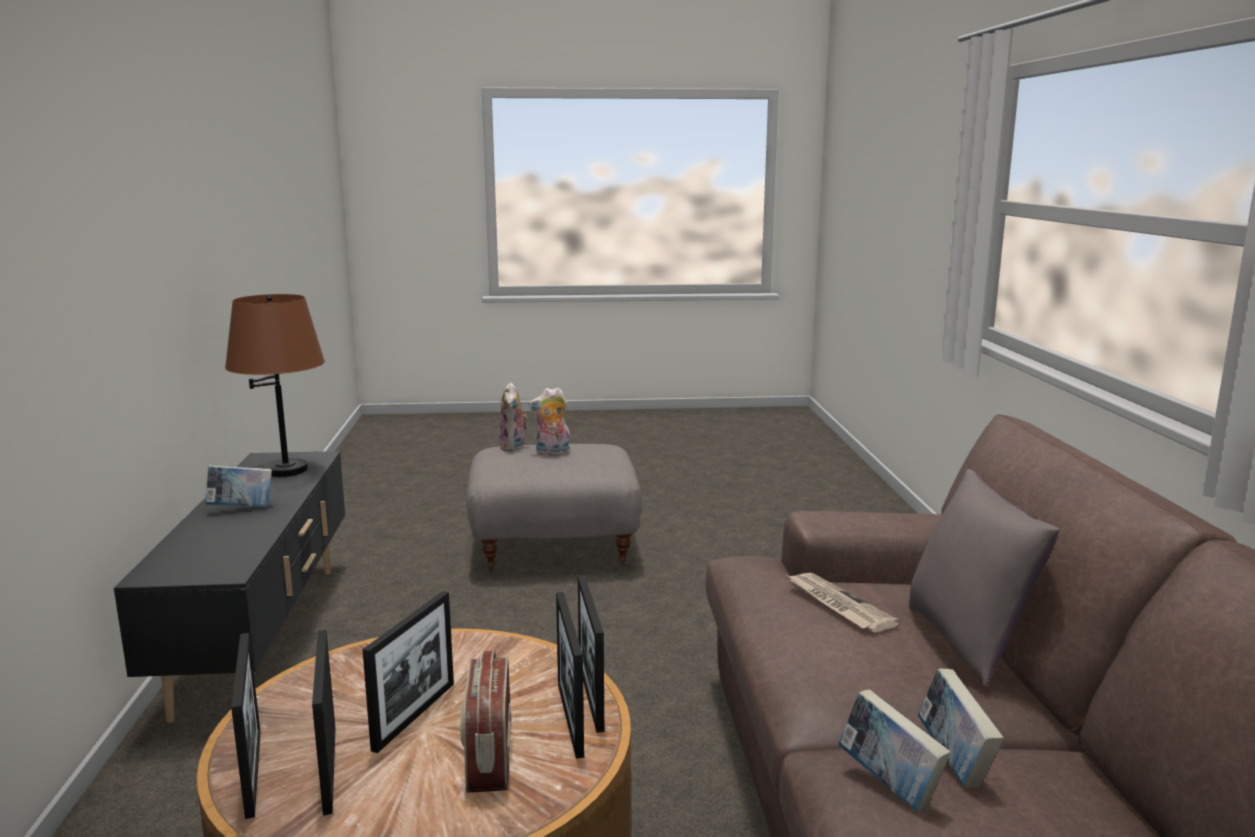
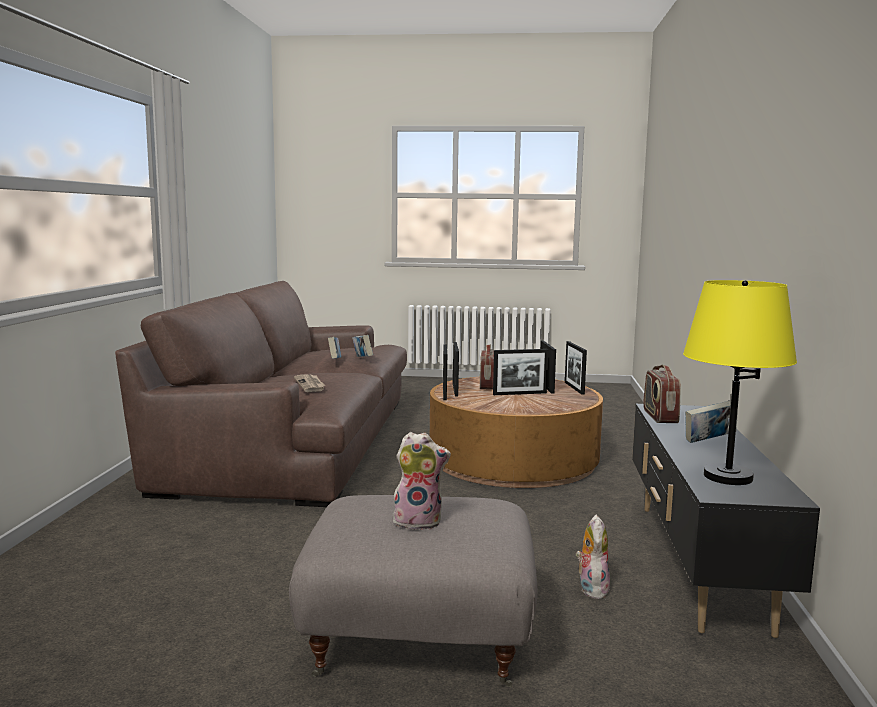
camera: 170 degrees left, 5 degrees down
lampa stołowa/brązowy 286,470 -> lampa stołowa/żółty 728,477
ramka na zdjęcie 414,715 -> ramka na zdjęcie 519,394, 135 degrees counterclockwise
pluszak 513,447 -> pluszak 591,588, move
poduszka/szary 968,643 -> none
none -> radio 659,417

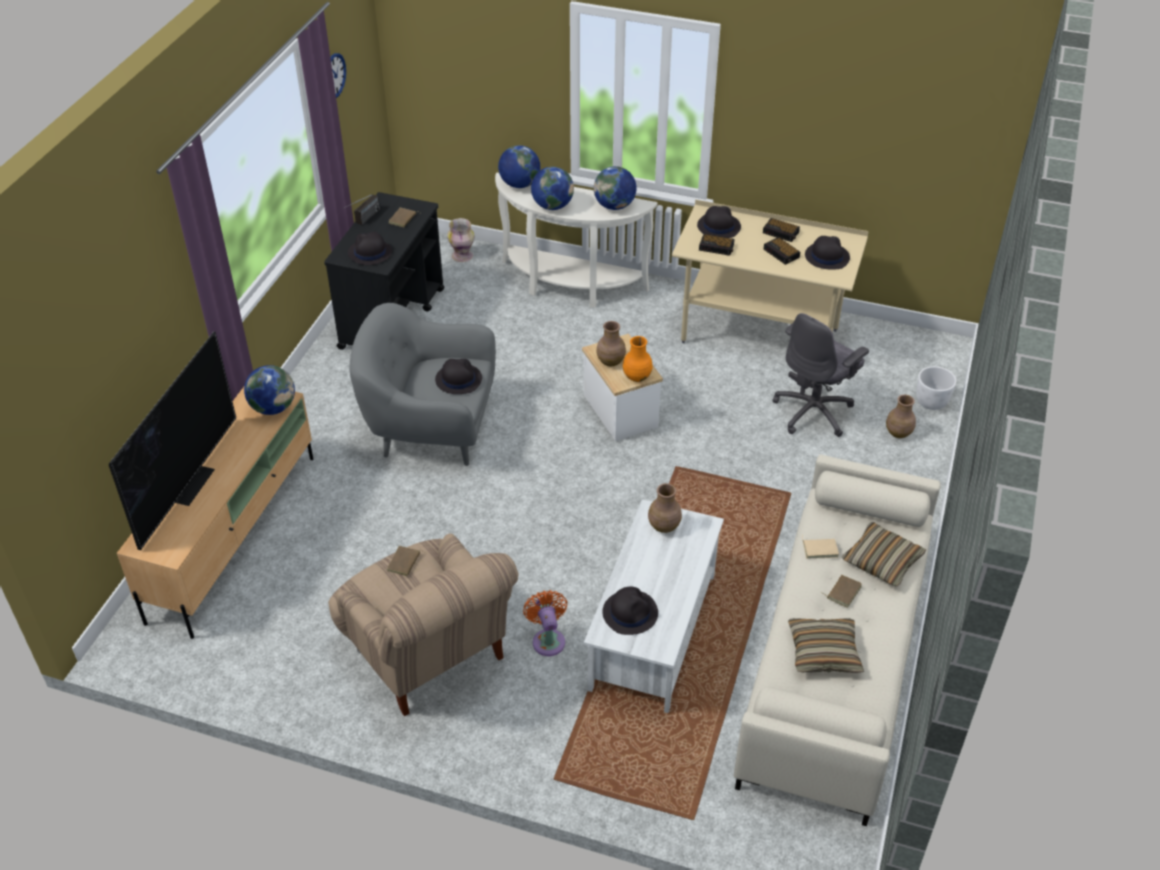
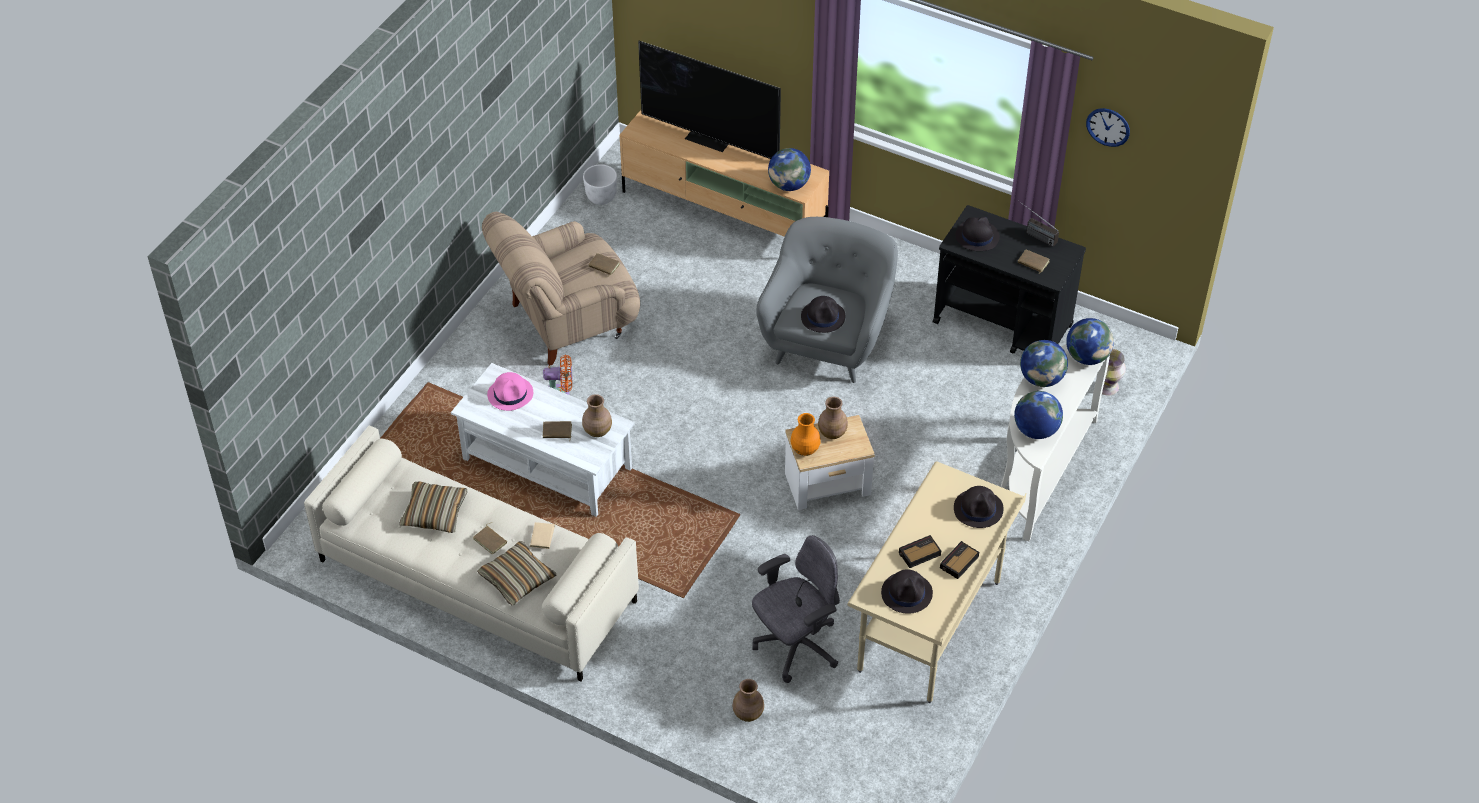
camera: 100 degrees right, 5 degrees up
kapelusz/czarny 630,612 -> kapelusz/różowy 510,394
budzik 717,247 -> none
krzesło biurowe/szary 814,412 -> krzesło biurowe/szary 796,647, 90 degrees clockwise
donica/biały 931,403 -> donica/biały 601,197, move
none -> książka/brązowy 557,432

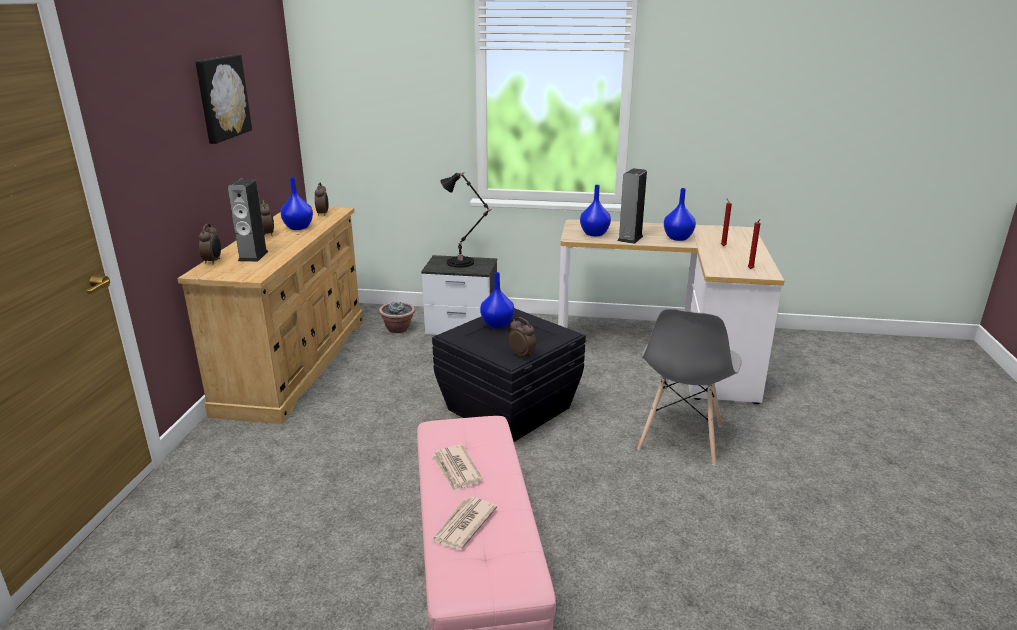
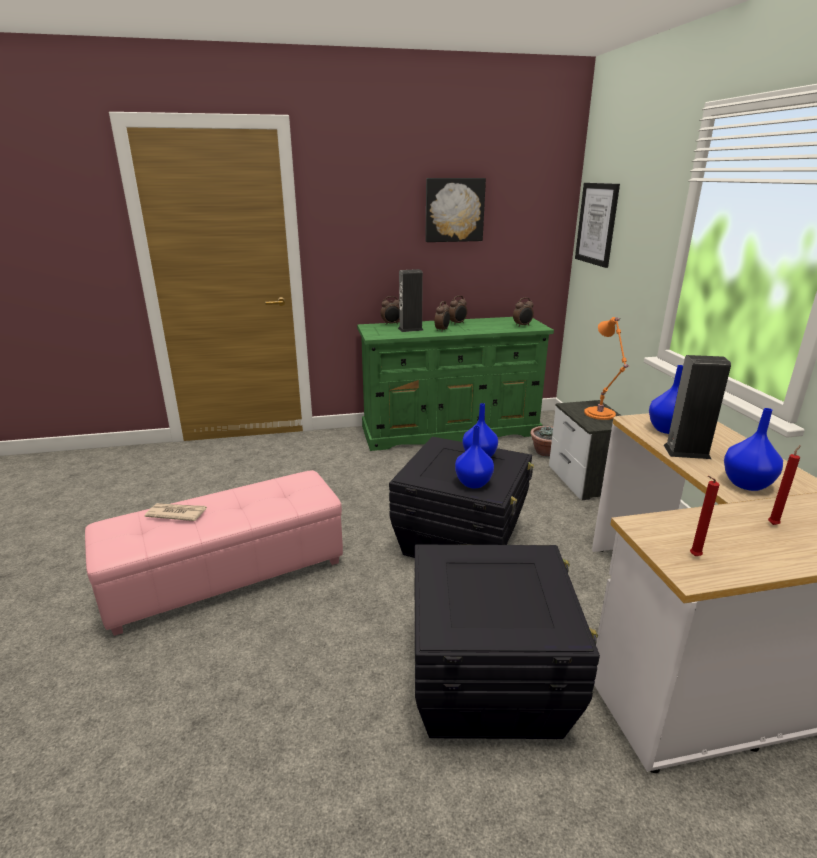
camera: 70 degrees right, 0 degrees up
komoda/beżowy 295,362 -> komoda/zielony 451,430
wazon/niebieski 299,227 -> wazon/niebieski 473,483, move
gazeta 456,470 -> none
lampa stołowa/czarny 463,262 -> lampa stołowa/pomarańczowy 600,414
budzik 522,354 -> budzik 442,330, move
krzesło/szary 680,438 -> pojemnik do przechowywania/czarny 489,681
none -> obraz 597,224

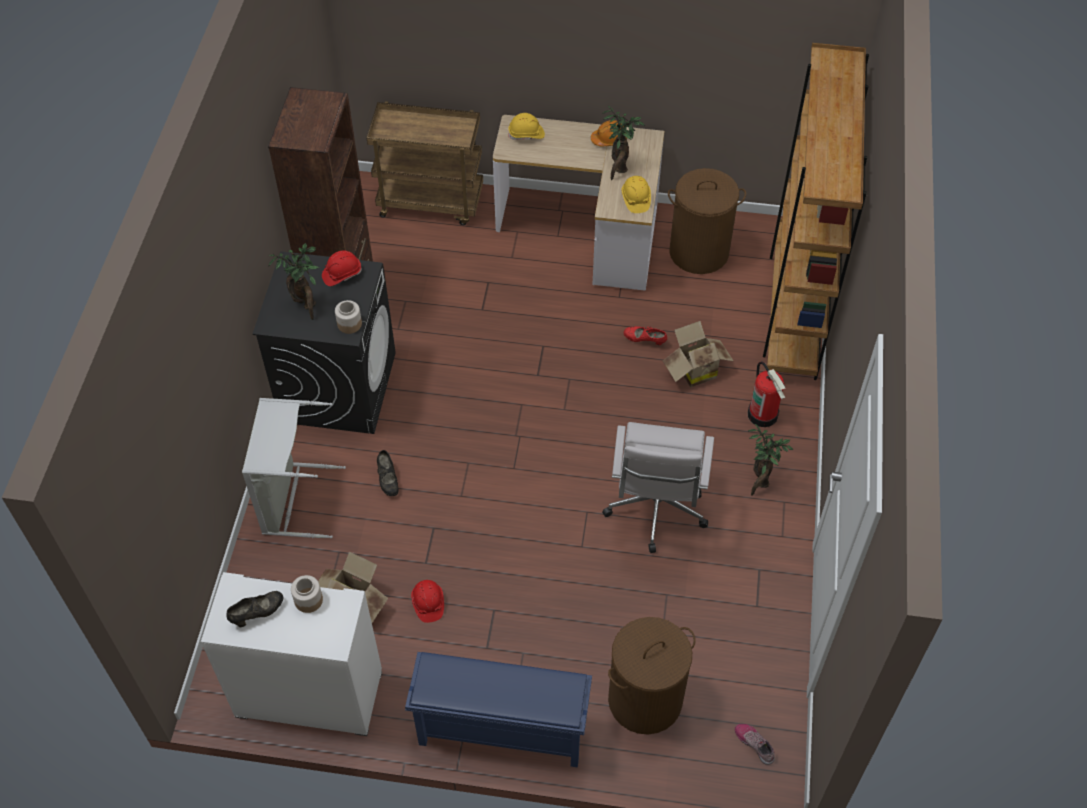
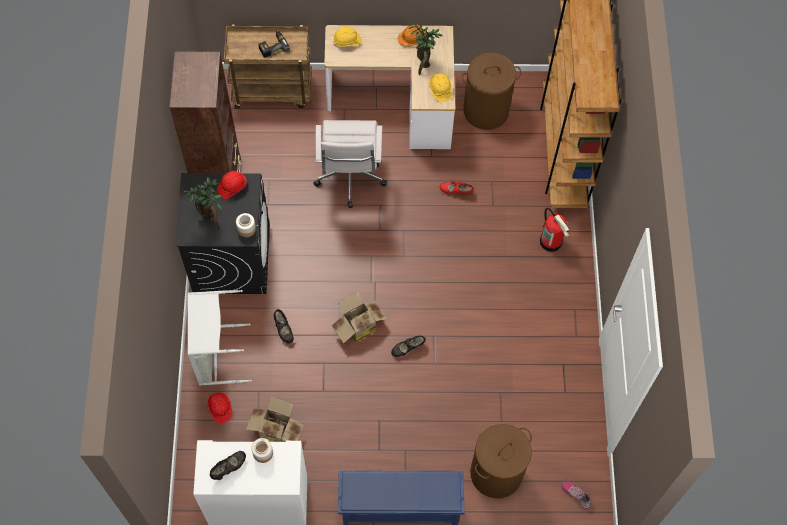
camera: 10 degrees left, 10 degrees up
kask/czerwony 428,604 -> kask/czerwony 220,409, move
krzesło biurowe/biały 655,512 -> krzesło biurowe/biały 350,179, move
karton 694,370 -> karton 357,326, move
roślina doniczkowa 760,480 -> none
none -> wiertarka 272,46
none -> but/czarny 407,348

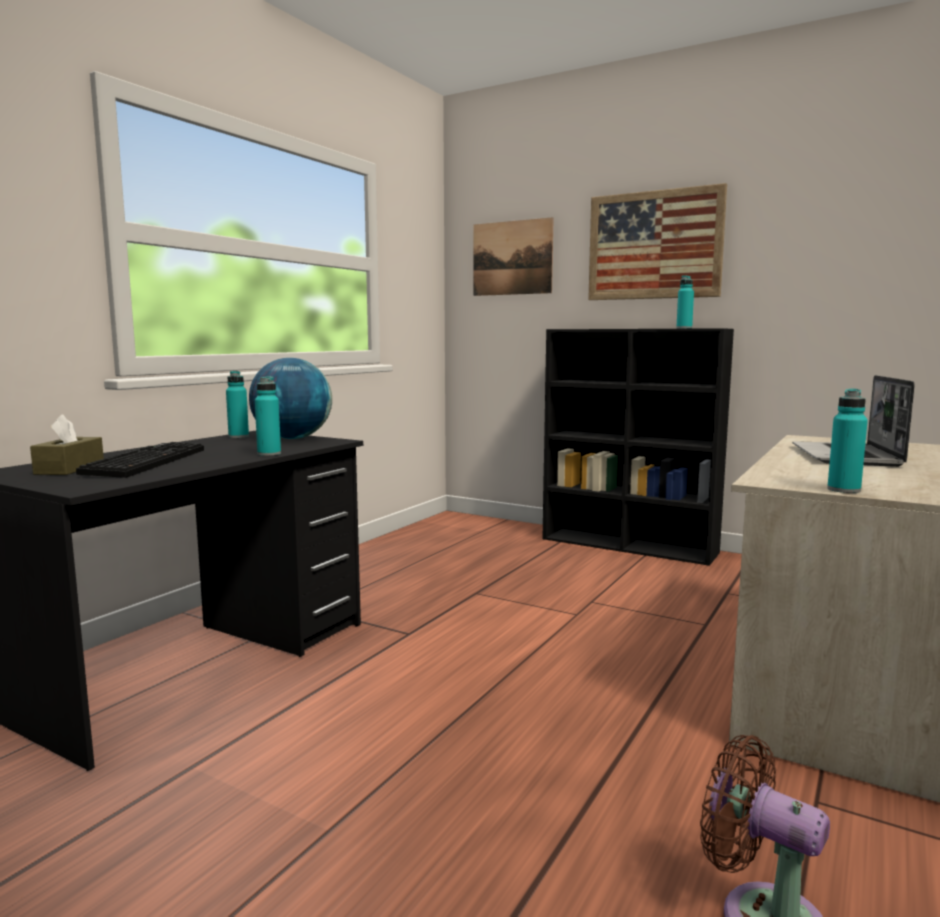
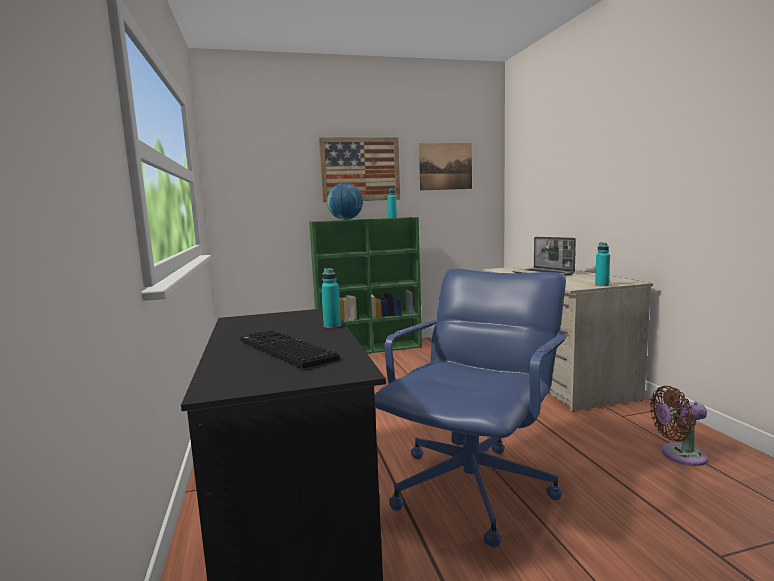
camera: 45 degrees left, 0 degrees up
pudełko chusteczek/brązowy 70,468 -> none
butelka/turkusowy 238,436 -> none
globus 292,438 -> globus 346,219, move
obraz 512,258 -> obraz 445,166, move
regał/czarny 630,546 -> regał/zielony 370,349
none -> krzesło biurowe/niebieski 473,488

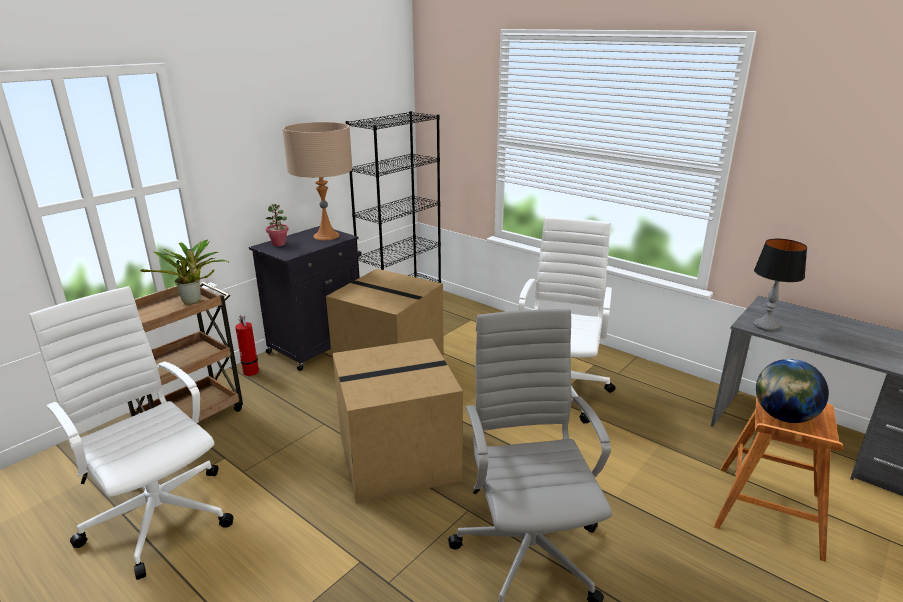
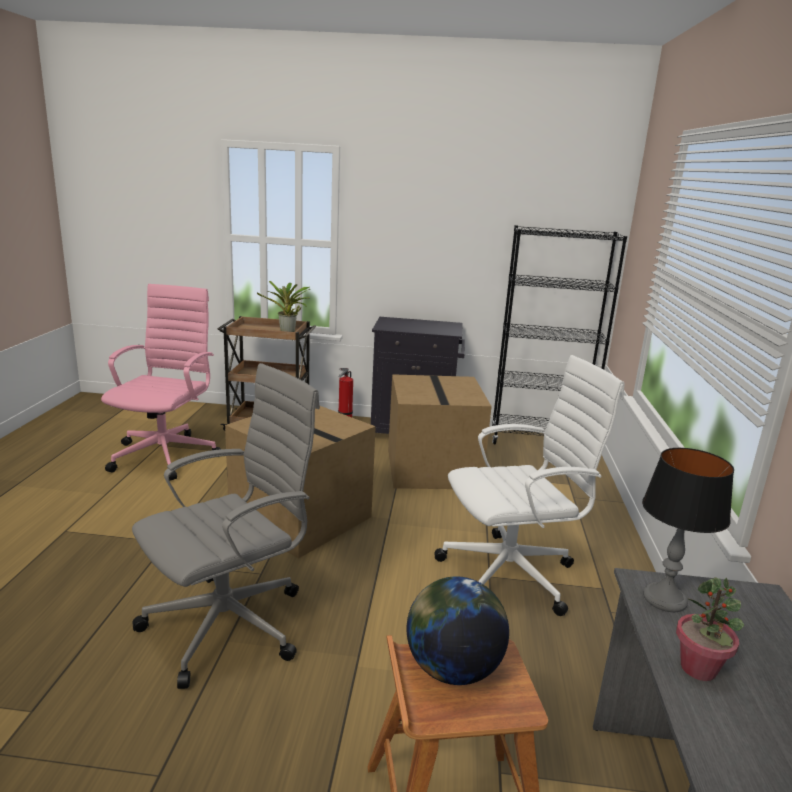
camera: 55 degrees right, 5 degrees down
krzesło biurowe/biały 158,514 -> krzesło biurowe/różowy 166,455
roślina doniczkowa 279,244 -> roślina doniczkowa 698,668, move
lampa stołowa/beżowy 326,236 -> none

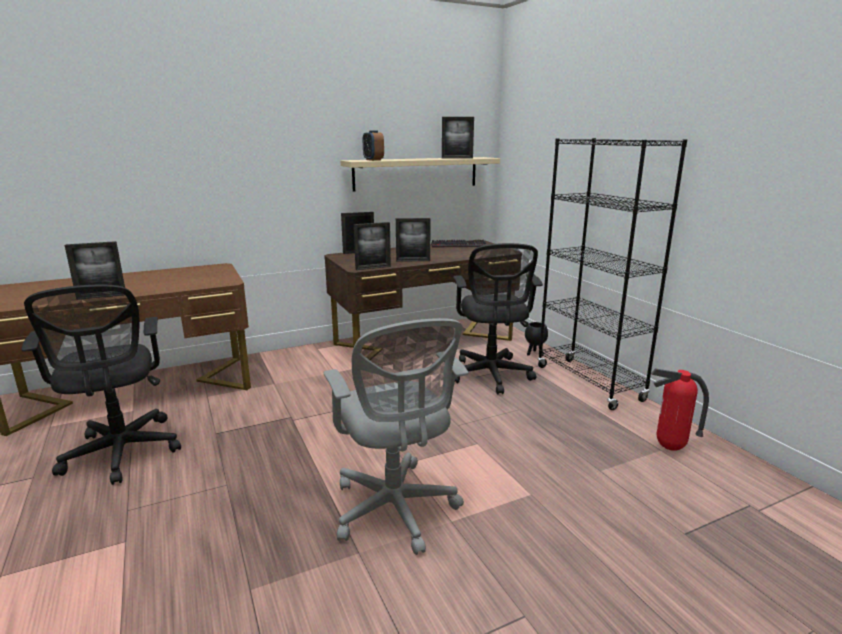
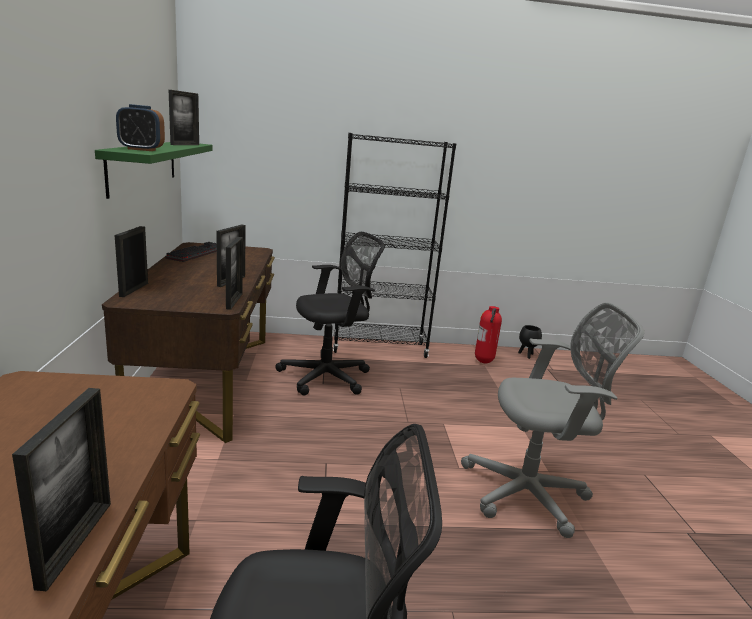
camera: 70 degrees left, 0 degrees up
półka/beżowy 416,173 -> półka/zielony 144,165
krzesło biurowe/czarny 491,376 -> krzesło biurowe/czarny 329,377, 45 degrees counterclockwise
donica/czarny 534,354 -> donica/czarny 526,355, move

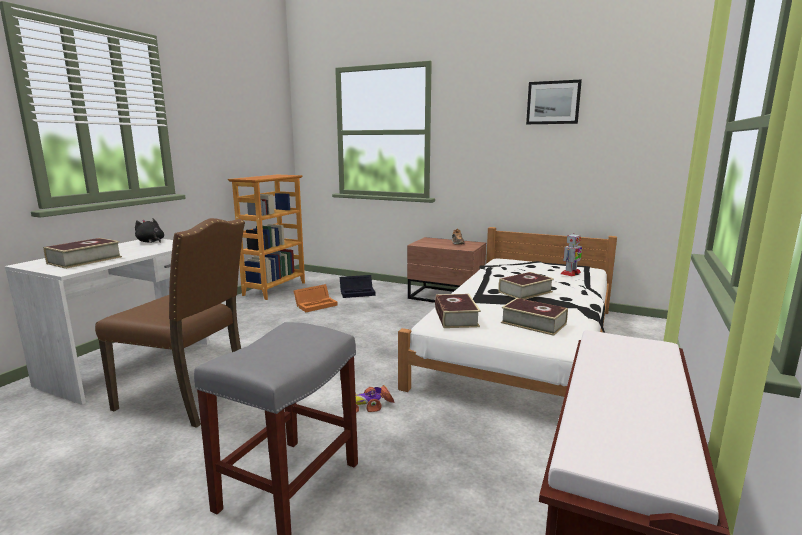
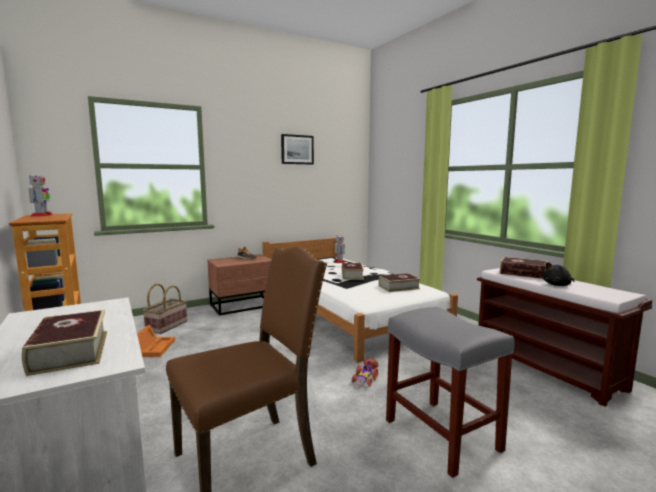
camera: 55 degrees left, 5 degrees down
pluszak/czarny 151,242 -> pluszak/czarny 557,285, move
pojemnik do przechowywania/czarny 358,292 -> koszyk 166,326
książka 456,317 -> książka 523,273, move
none -> robot zabawkowy 42,215

